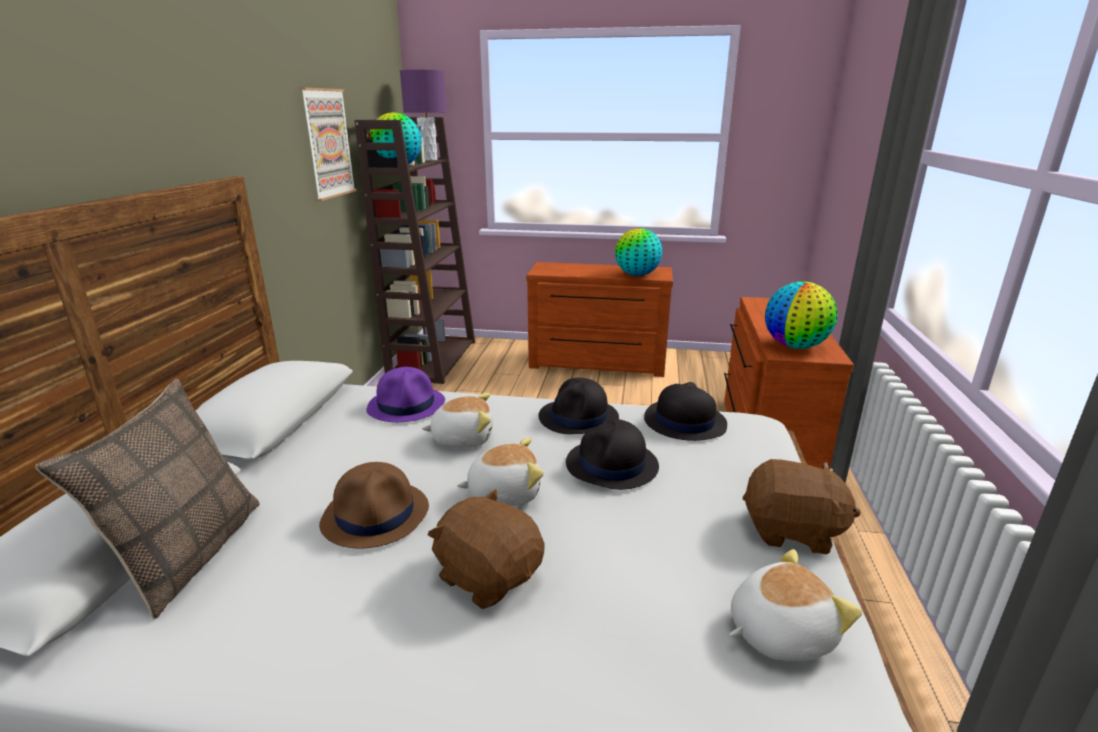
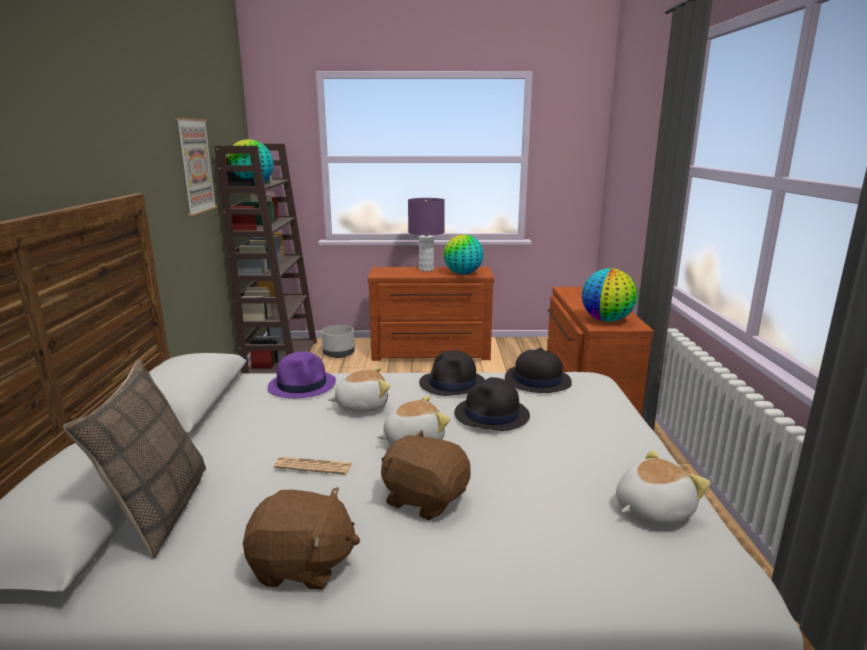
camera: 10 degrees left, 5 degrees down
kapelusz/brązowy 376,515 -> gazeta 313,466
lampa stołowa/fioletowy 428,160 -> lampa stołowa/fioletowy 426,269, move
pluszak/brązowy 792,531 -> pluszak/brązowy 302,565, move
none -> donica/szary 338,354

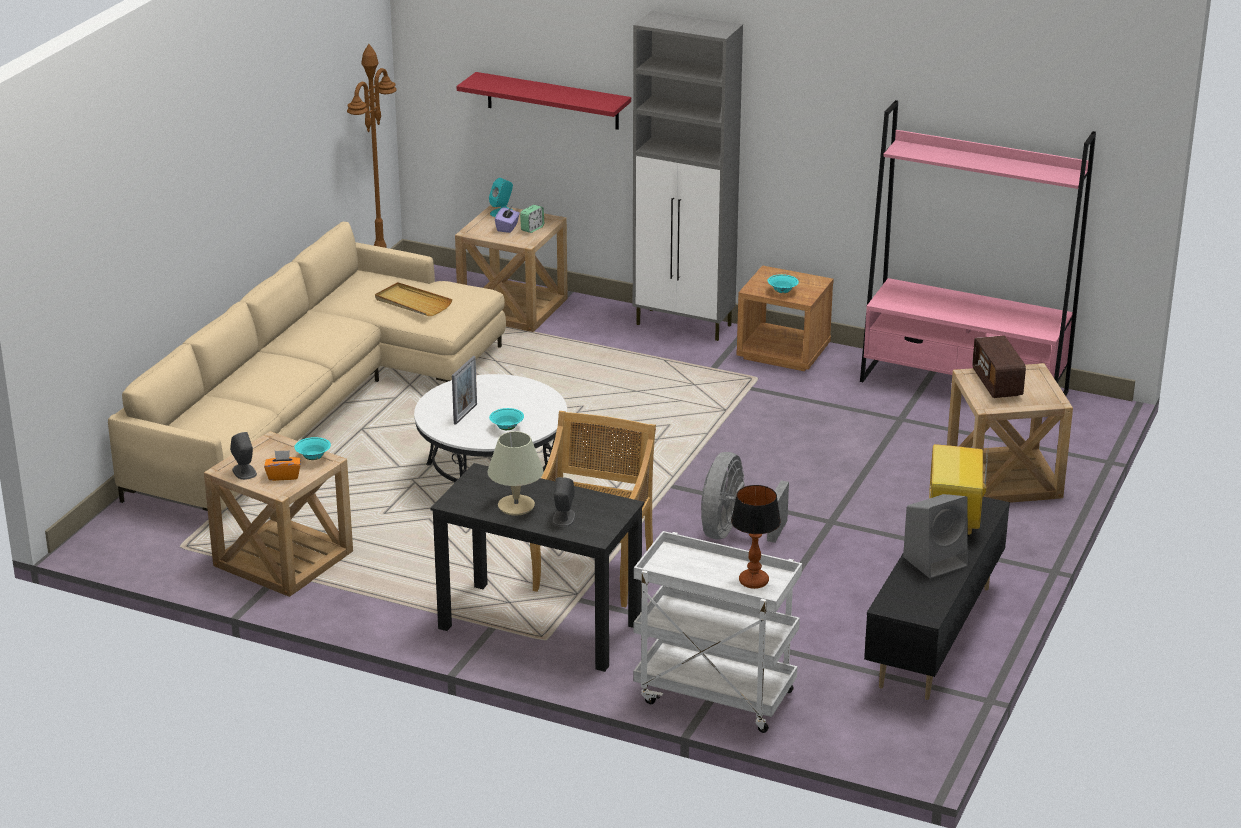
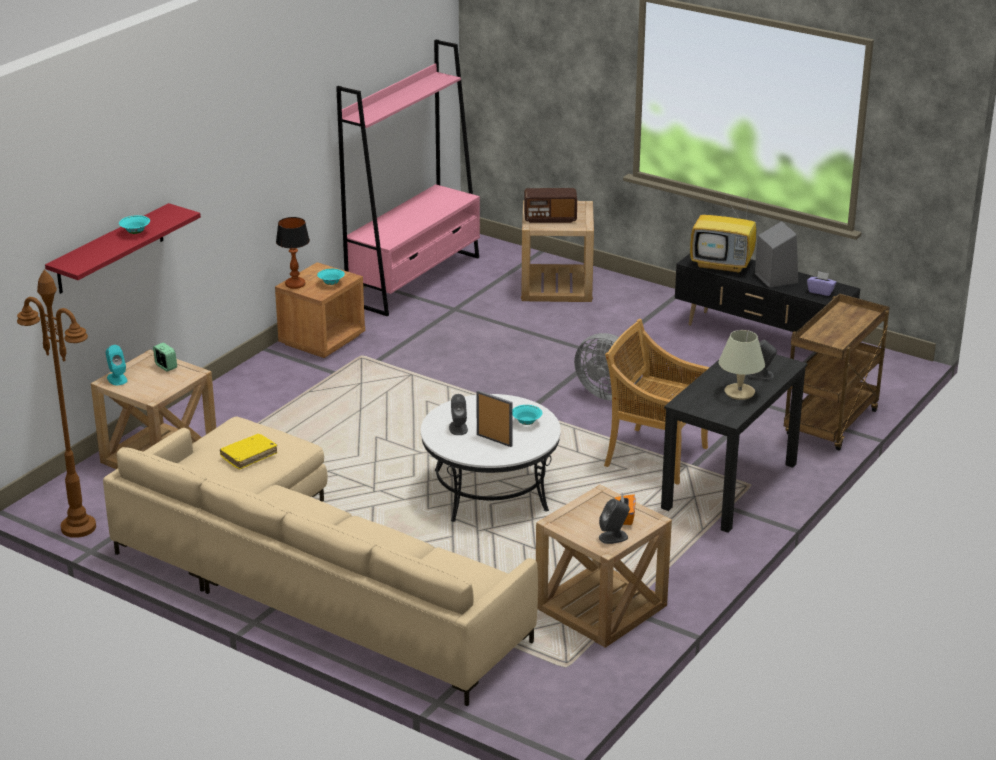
camera: 80 degrees left, 0 degrees up
miska/turkusowy 313,458 -> miska/turkusowy 135,232, move
taca/beżowy 412,302 -> książka/żółty 249,456
pudełko chusteczek/fioletowy 507,227 -> pudełko chusteczek/fioletowy 820,291, move
szafka/szary 685,325 -> none
wózek/biały 713,697 -> wózek/brązowy 831,424
lampa stołowa 753,582 -> lampa stołowa 295,285, move
none -> głośnik/szary 458,428

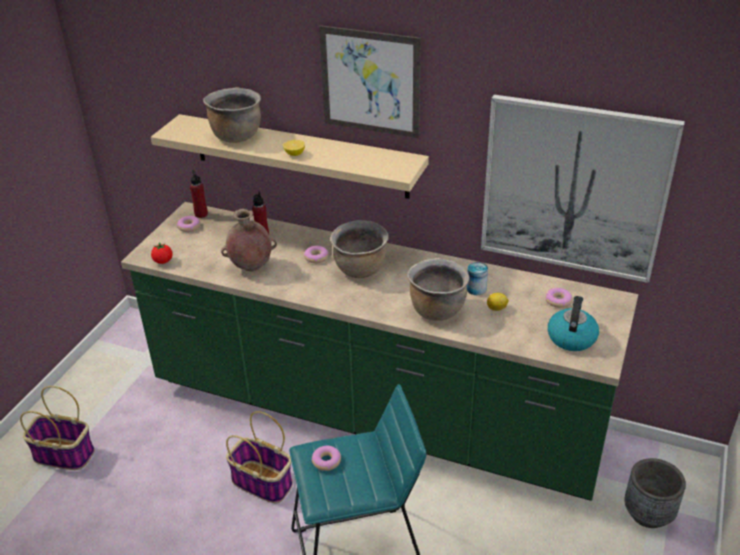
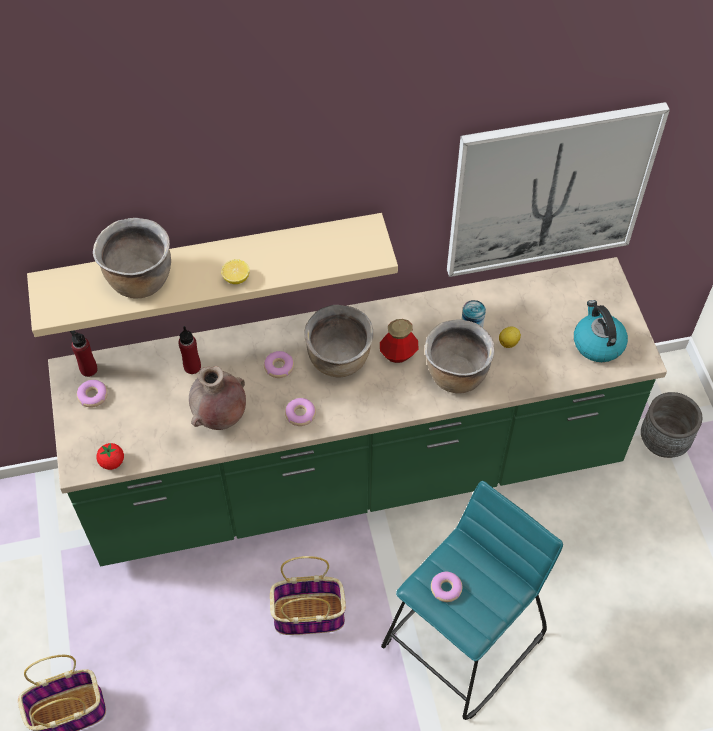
camera: 35 degrees left, 20 degrees up
obraz 370,82 -> none
donut 558,301 -> donut 300,414, move
none -> butelka 398,354

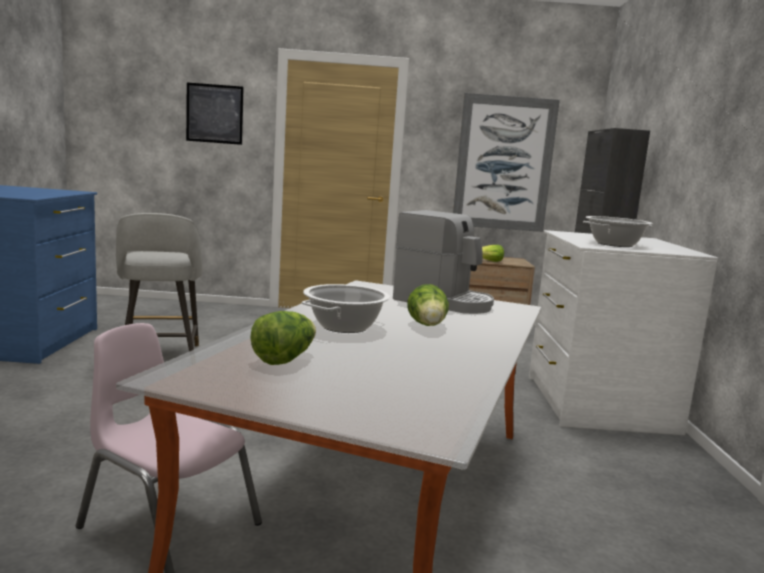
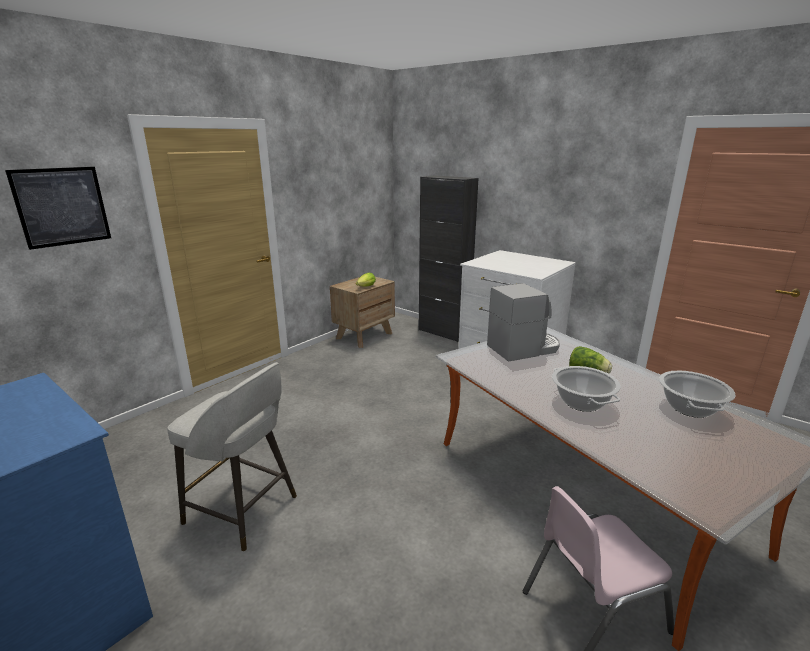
camera: 50 degrees left, 10 degrees up
sałata 284,359 -> none
obraz 504,163 -> none
garnek 614,244 -> garnek 689,408, move

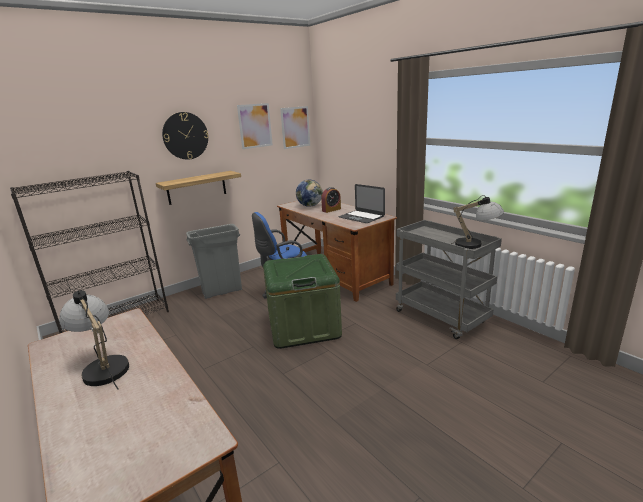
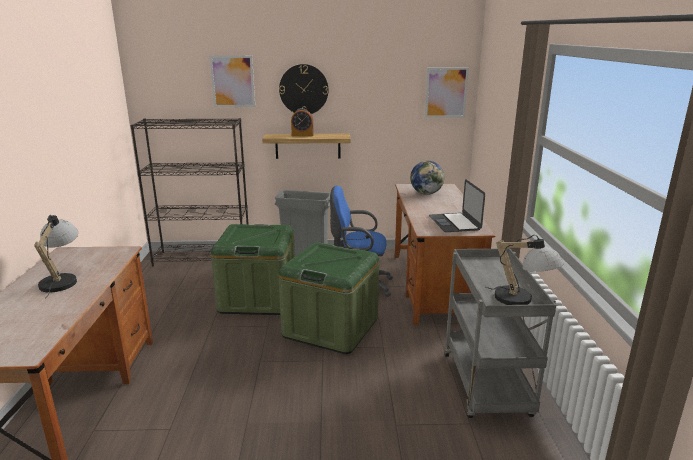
camera: 35 degrees right, 0 degrees up
obraz 255,126 -> obraz 233,81, move
budzik 331,210 -> budzik 302,135, move
none -> pojemnik do przechowywania/zielony 258,298

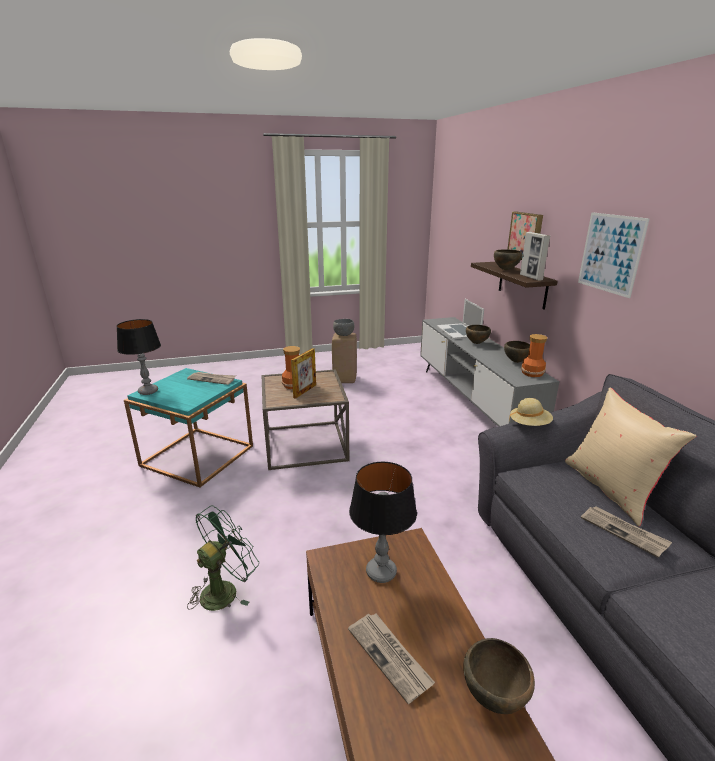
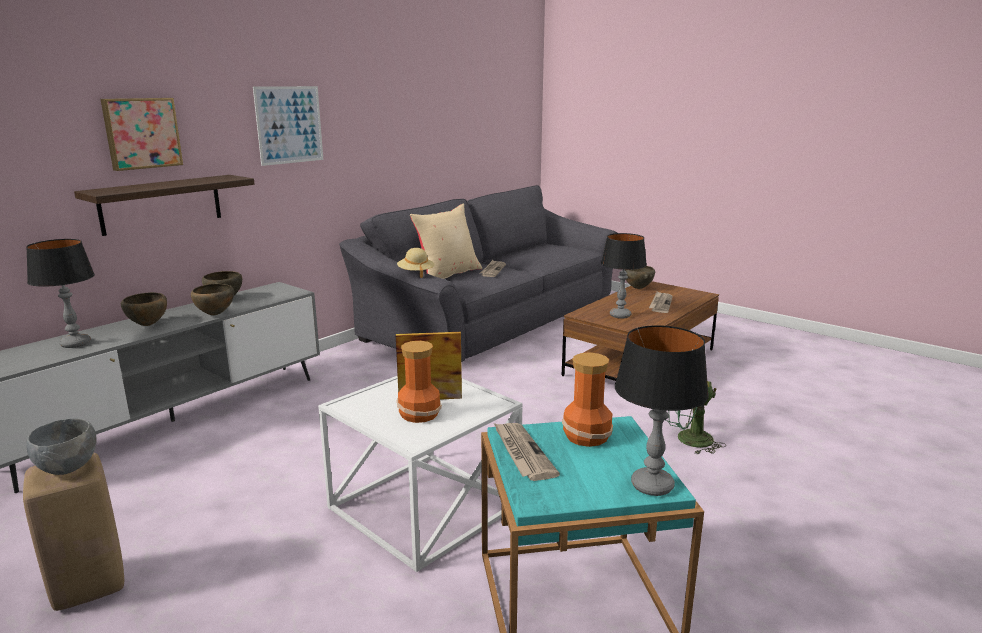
camera: 125 degrees left, 5 degrees down
stolik/brązowy 306,444 -> stolik/biały 423,506
laptop 458,331 -> lampa stołowa 76,343
miska/brązowy 505,270 -> miska/brązowy 215,314, move
ramka na zdjęcie 531,277 -> none
wazon 532,373 -> wazon 585,436, move

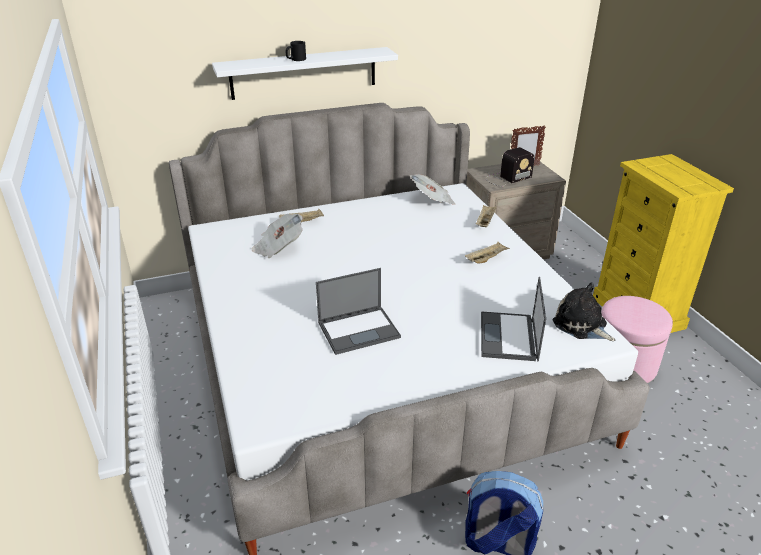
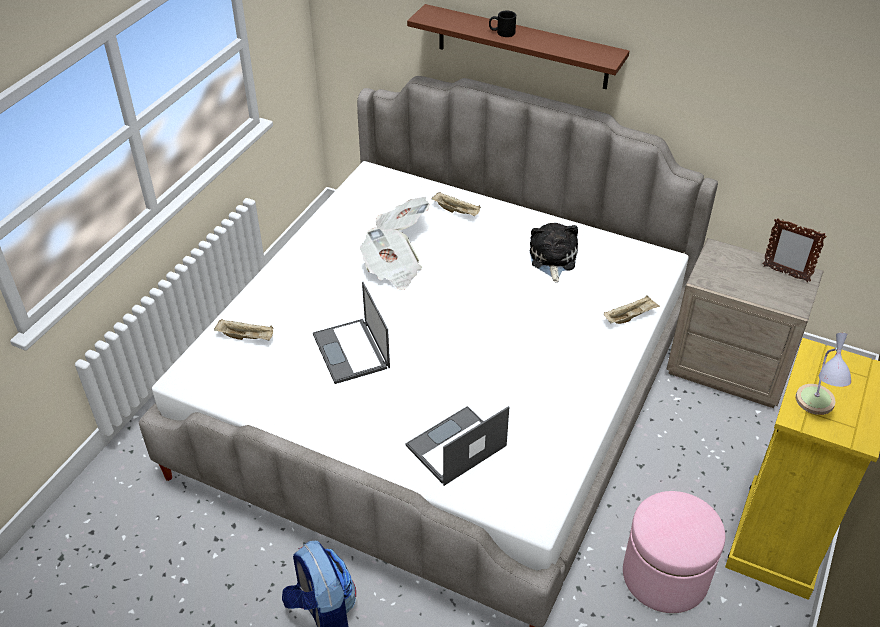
camera: 45 degrees right, 10 degrees up
półka/biały 304,73 -> półka/brązowy 522,47
laptop 359,329 -> laptop 351,352, 45 degrees clockwise
gazeta 432,200 -> gazeta 391,271, move
taca/beżowy 486,259 -> taca/beżowy 246,337, move
radio 506,178 -> none
pluszak 581,325 -> pluszak 552,259, move
none -> lampa stołowa 816,407

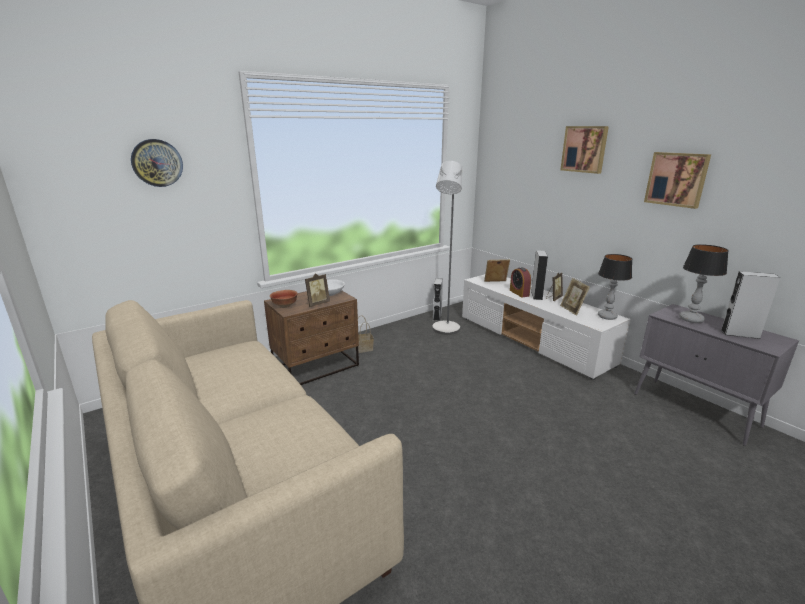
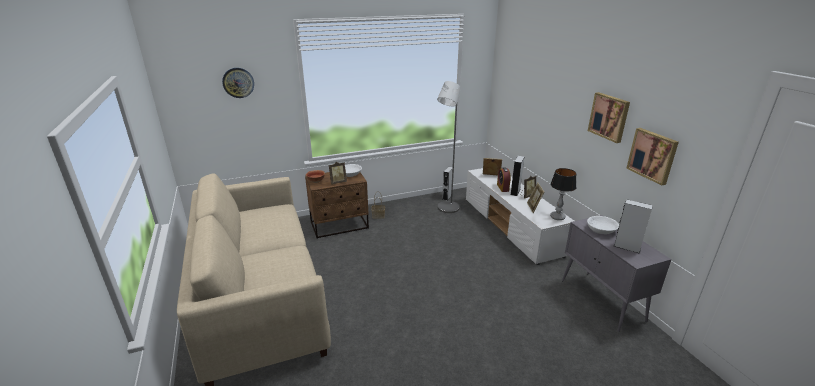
camera: 15 degrees right, 5 degrees up
obraz 584,149 -> obraz 652,155, move
lampa stołowa 691,319 -> miska/biały 601,230

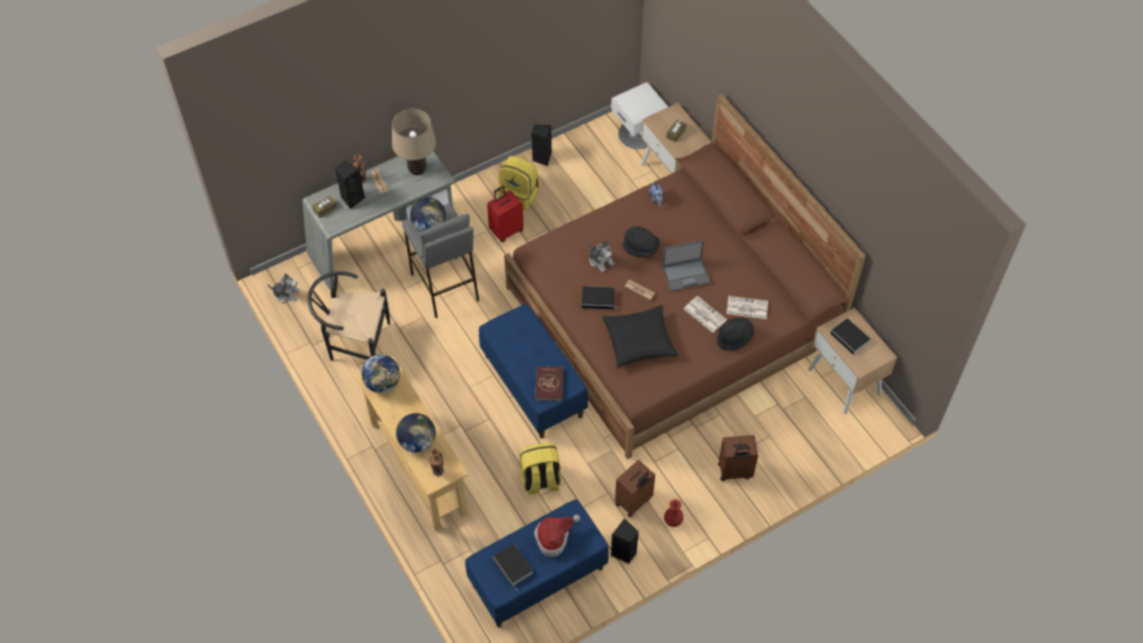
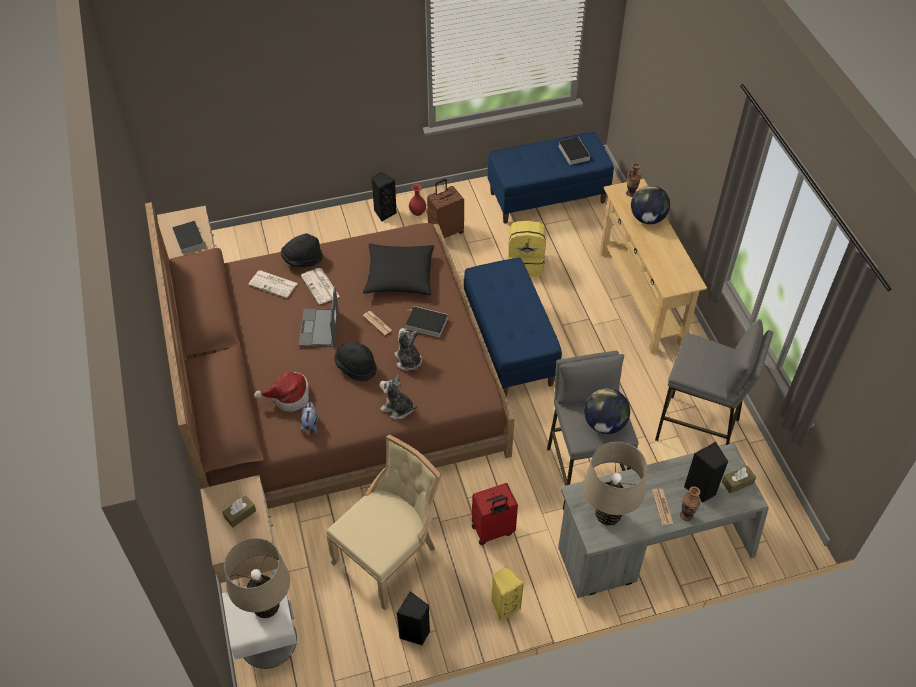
camera: 165 degrees left, 5 degrees down
pluszak 286,294 -> pluszak 397,408, move
krzesło/czarny 354,344 -> stołek/szary 697,429
globus 383,383 -> none
plecak/żółty 520,195 -> none
kapelusz 554,537 -> kapelusz 288,397, move
książka/czerwony 549,384 -> none
głośnik/czarny 624,553 -> głośnik/czarny 384,212, move
laptop 686,274 -> laptop 319,328, 90 degrees counterclockwise
walizka/brązowy 735,472 -> none
none -> lampa stołowa/beżowy 266,607
none -> krzesło/beżowy 389,555
none -> głośnik/żółty 504,606

